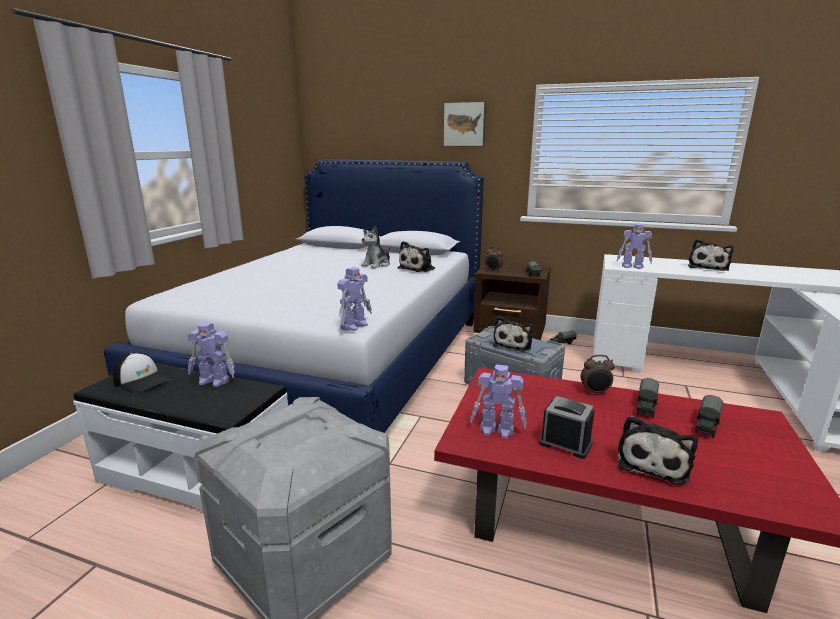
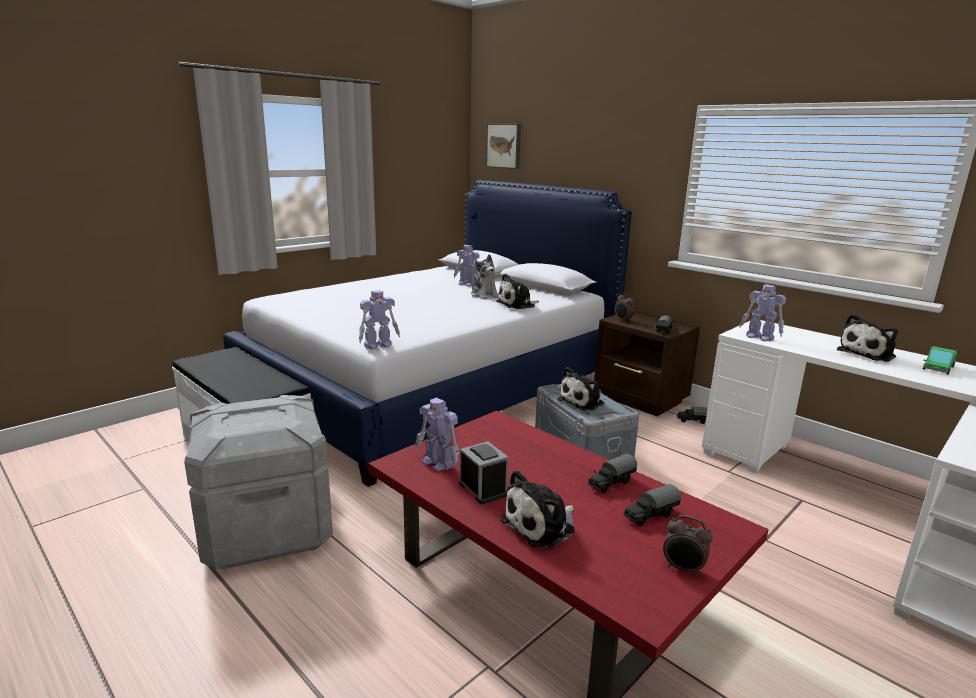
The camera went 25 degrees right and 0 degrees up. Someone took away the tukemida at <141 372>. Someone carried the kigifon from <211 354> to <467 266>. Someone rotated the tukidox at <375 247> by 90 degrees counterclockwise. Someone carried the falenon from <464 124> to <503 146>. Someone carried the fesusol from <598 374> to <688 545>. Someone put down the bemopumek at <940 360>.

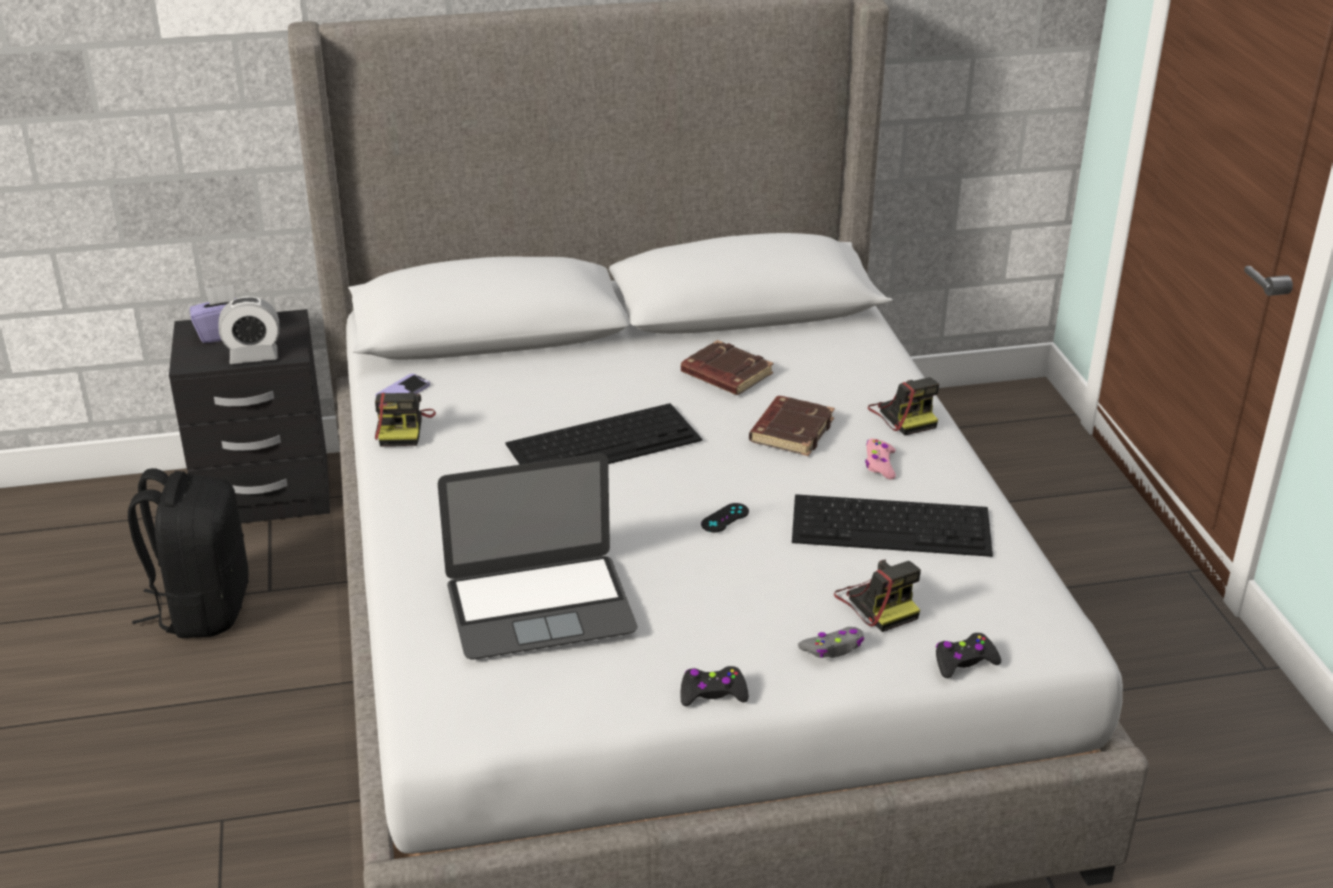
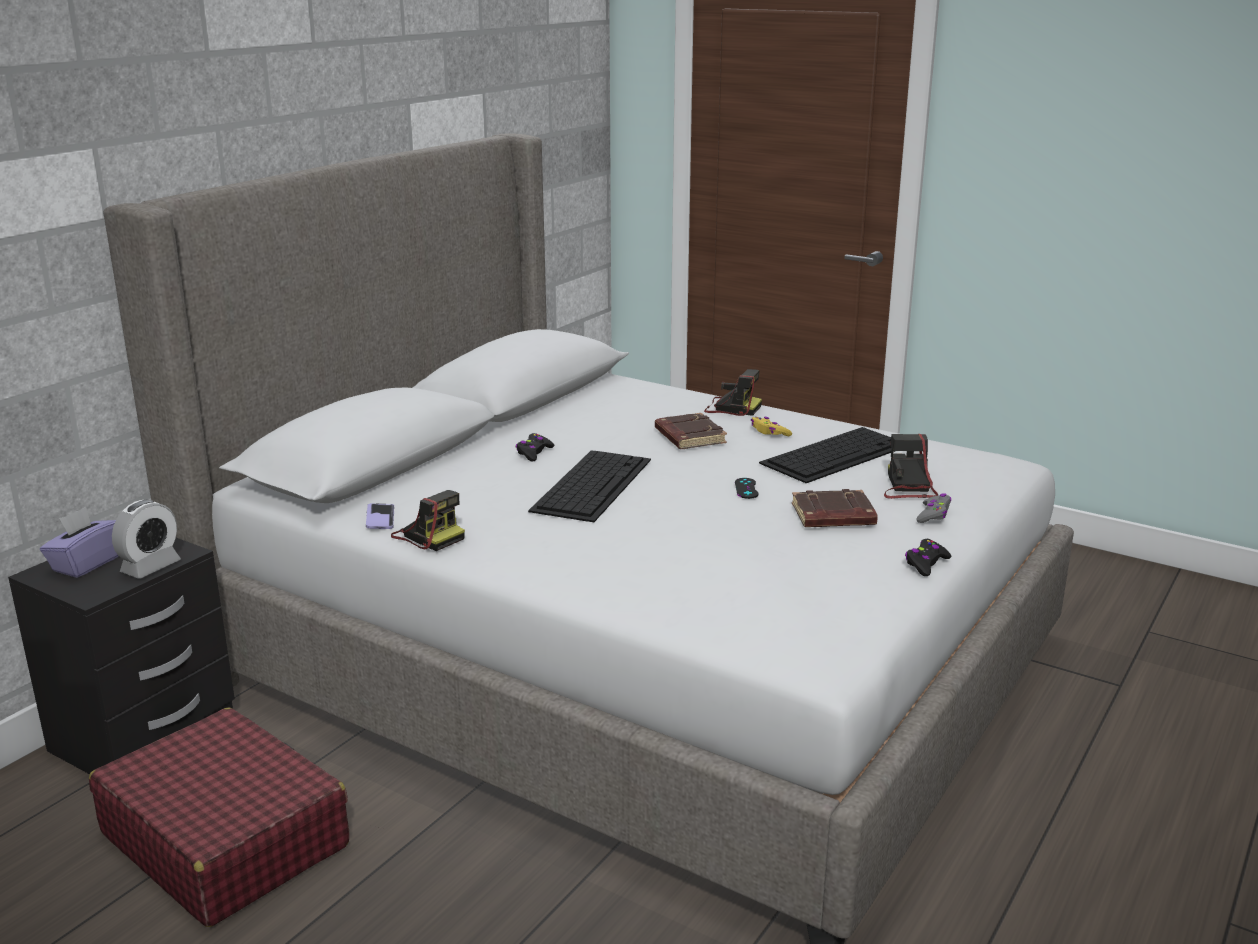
The camera went 45 degrees left and 10 degrees down. Someone swapped the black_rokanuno at <188 553> for the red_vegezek at <219 817>. Someone took away the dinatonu at <537 556>. Someone carried the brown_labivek from <727 367> to <835 508>. Someone rotated the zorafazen at <877 596> by 105 degrees counterclockwise. Someone repainted the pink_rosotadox at <880 458>, which became the yellow_rosotadox at <771 426>. Someone carried the black_rosotadox from <968 655> to <535 447>.

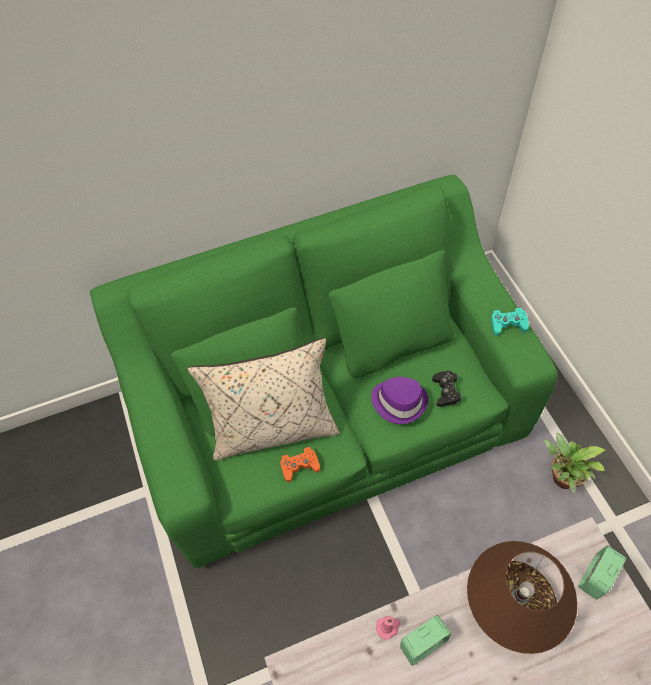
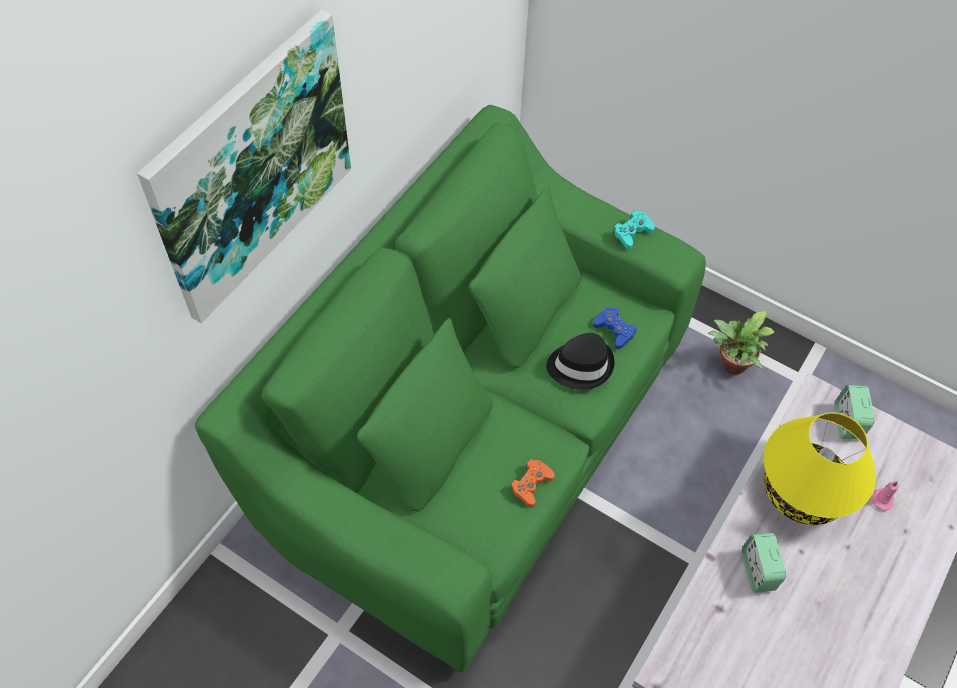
The camera went 40 degrees left and 0 degrees up. Someone took away the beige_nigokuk at <264 399>. Someone repainted the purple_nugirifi at <399 400>, which became the black_nugirifi at <580 361>. Someone carried the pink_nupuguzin from <388 628> to <885 496>. Someone rotated the fesusol at <425 640> by 150 degrees clockwise. Someone repainted the black_rosotadox at <447 389>, which became the blue_rosotadox at <615 328>. Someone repainted the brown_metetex at <522 597>, which became the yellow_metetex at <820 468>. Someone put up the falenon at <244 166>.

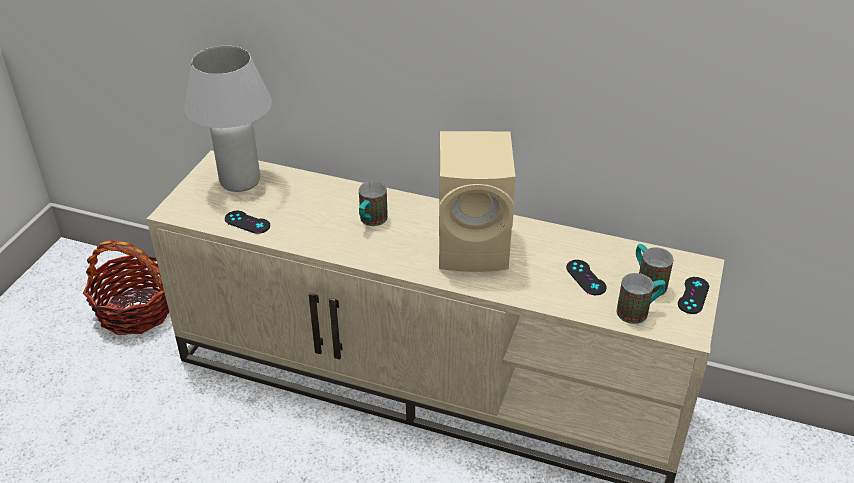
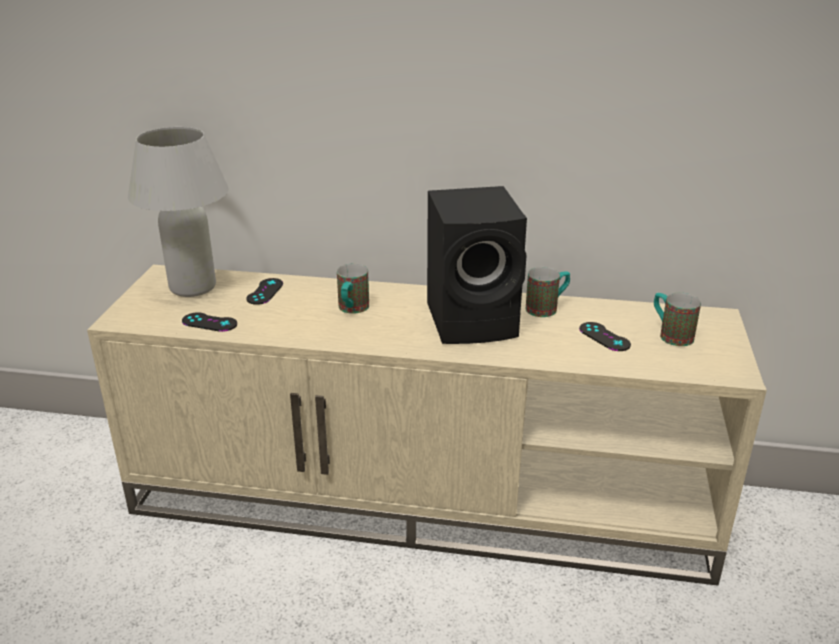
The camera went 10 degrees left and 10 degrees down. Someone took away the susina at <126 287>. Someone repainted the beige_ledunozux at <477 201>, which became the black_ledunozux at <477 265>. Someone carried the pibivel from <641 298> to <548 292>. Someone carried the black_rosotadox from <693 295> to <264 291>.

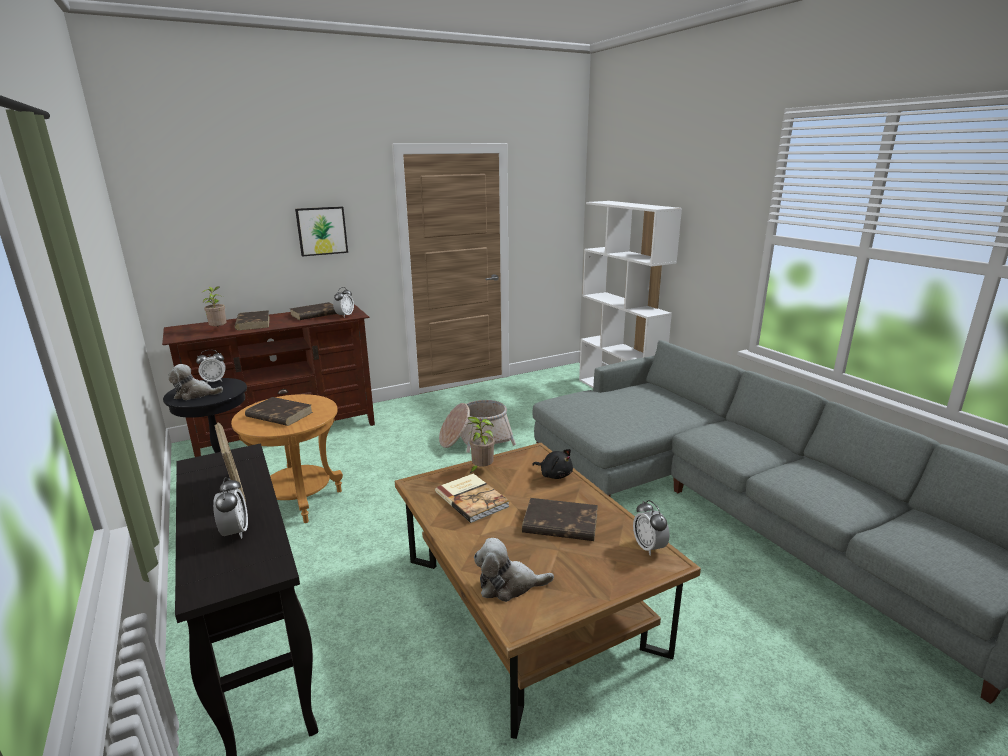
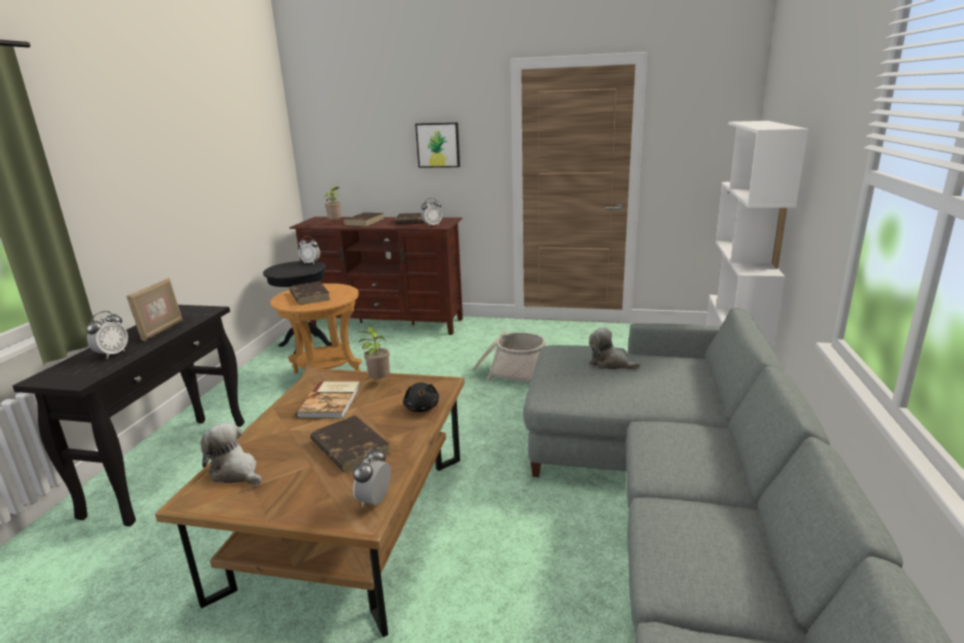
The camera went 40 degrees right and 0 degrees up. Someone carried the tukidox from <196 382> to <615 349>.

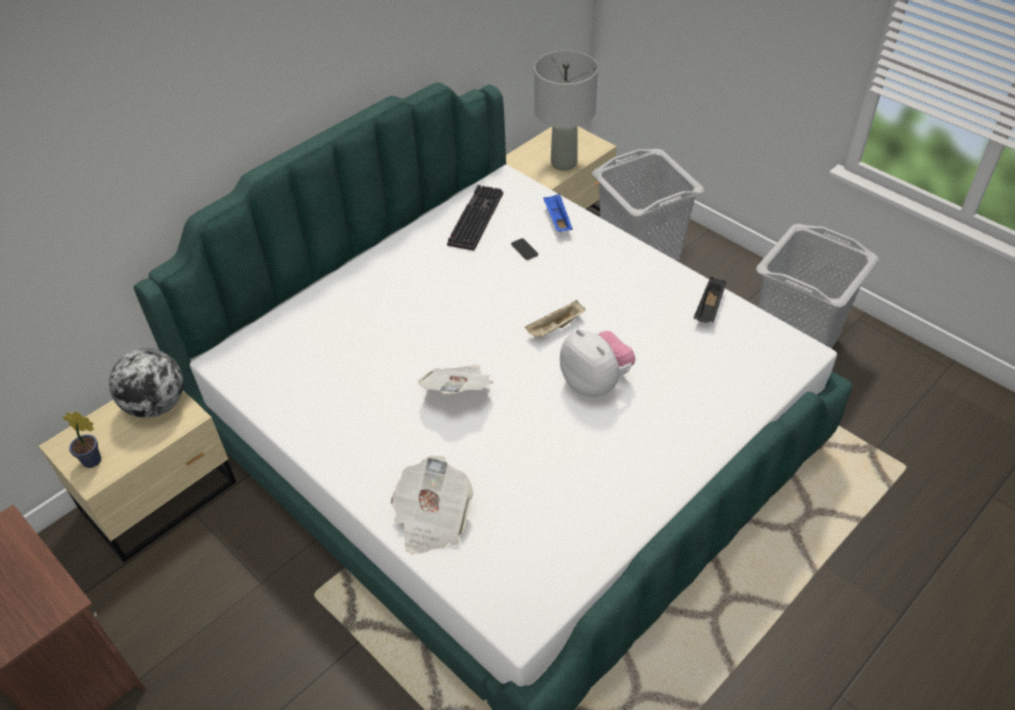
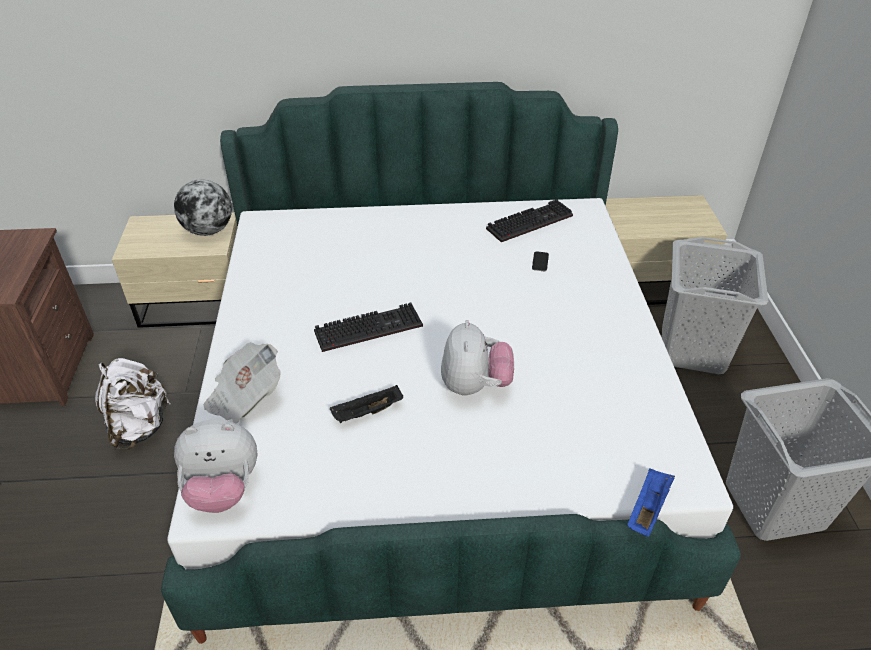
The camera went 40 degrees right and 5 degrees down. Someone took away the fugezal at <82 440>. Someone swapped the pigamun at <455 379> for the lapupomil at <368 327>. Someone took away the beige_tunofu at <555 319>. Someone took away the grey_metetex at <566 111>. Someone carried the blue_tunofu from <558 212> to <651 503>. Someone carried the black_tunofu from <710 300> to <366 404>. Someone put down the white_rokanuno at <133 403>. Someone put down the tukidox at <215 466>.

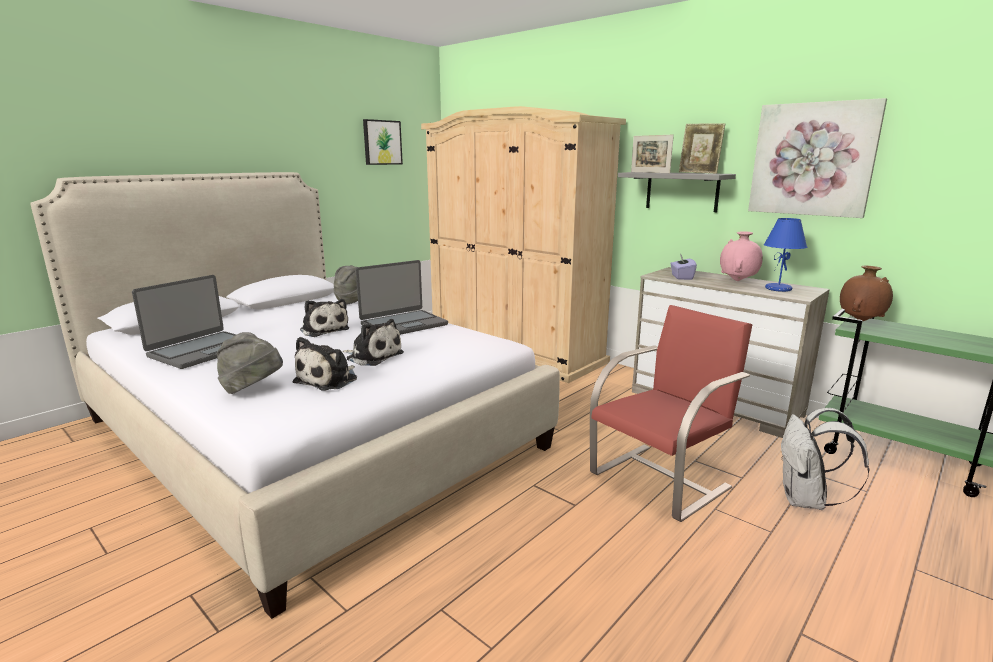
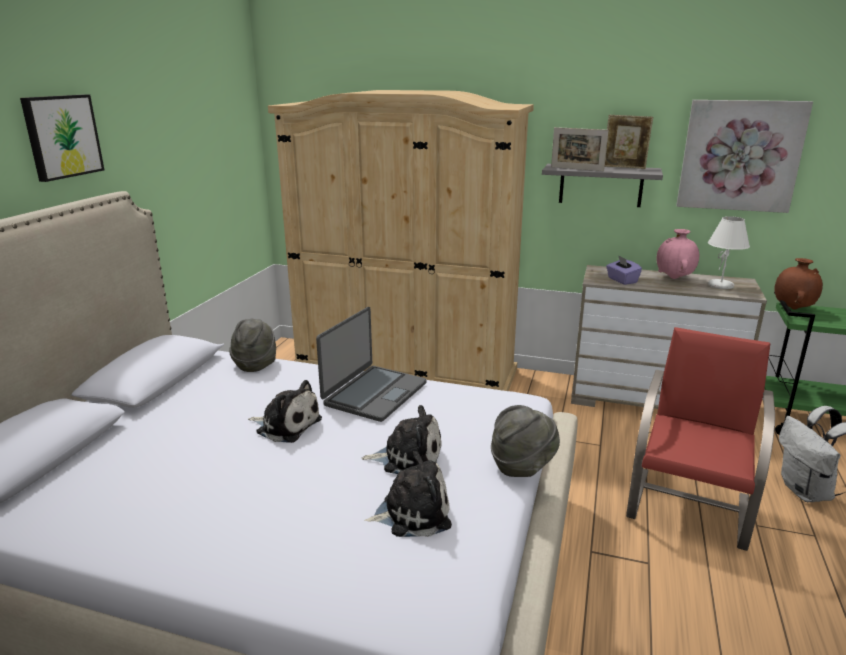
The camera went 25 degrees left and 5 degrees up. Someone took away the dinatonu at <184 322>. Someone carried the grey_nugirifi from <250 363> to <525 441>. Someone rotated the tukidox at <325 364> by 105 degrees counterclockwise. Someone carried the falenon from <383 142> to <62 138>. Someone repainted the blue_metetex at <785 255>, which became the white_metetex at <729 252>.

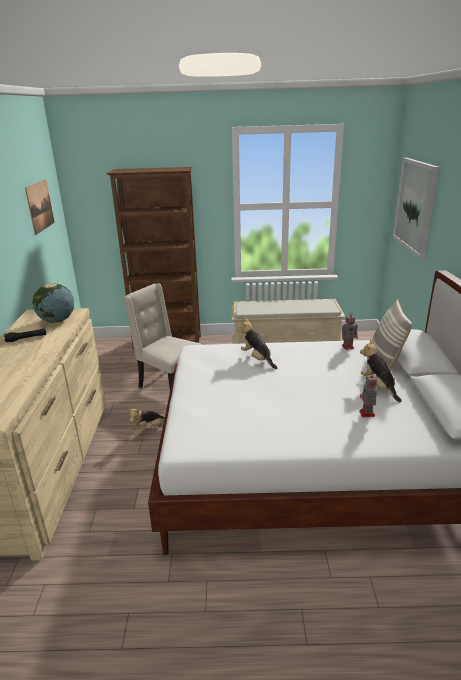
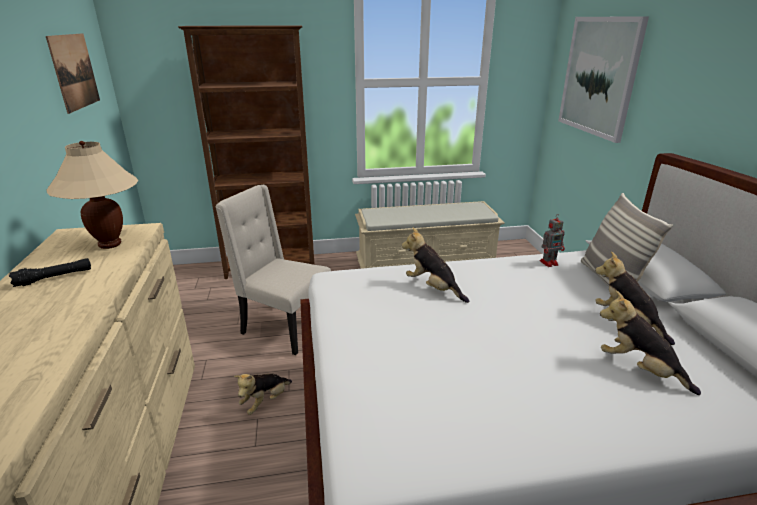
The camera went 10 degrees left and 0 degrees up. Someone swapped the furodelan at <53 303> for the beige_metetex at <92 195>. Someone swapped the kigifon at <368 395> for the tukidox at <650 343>.

